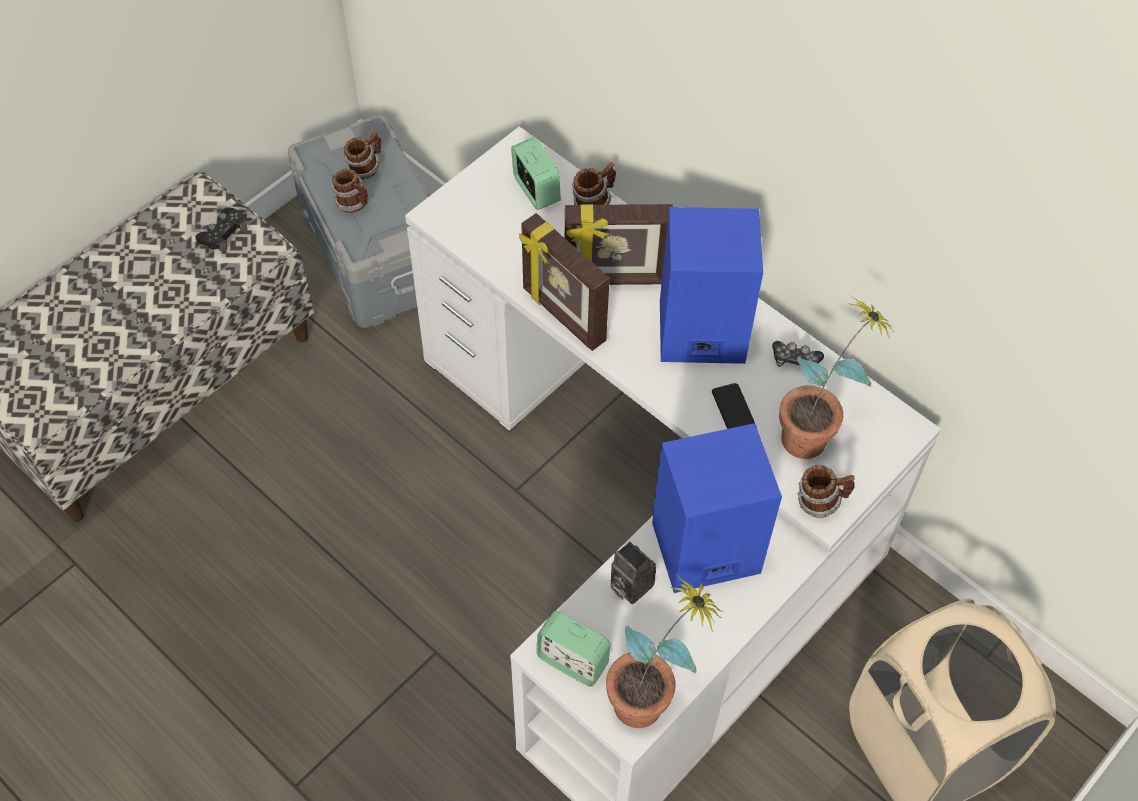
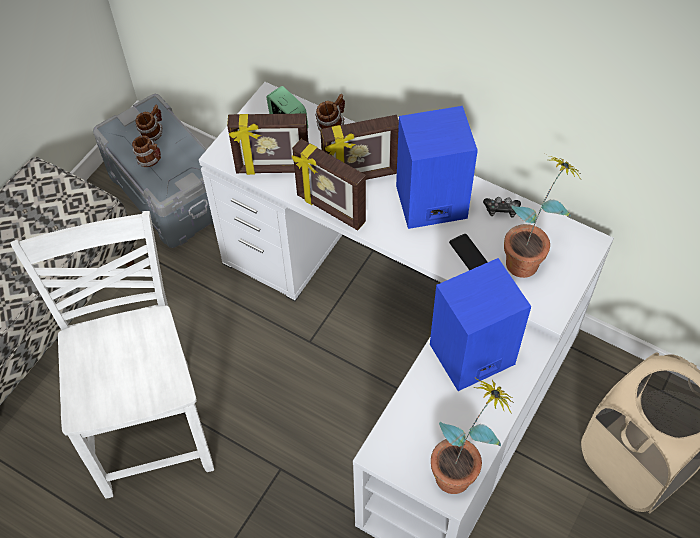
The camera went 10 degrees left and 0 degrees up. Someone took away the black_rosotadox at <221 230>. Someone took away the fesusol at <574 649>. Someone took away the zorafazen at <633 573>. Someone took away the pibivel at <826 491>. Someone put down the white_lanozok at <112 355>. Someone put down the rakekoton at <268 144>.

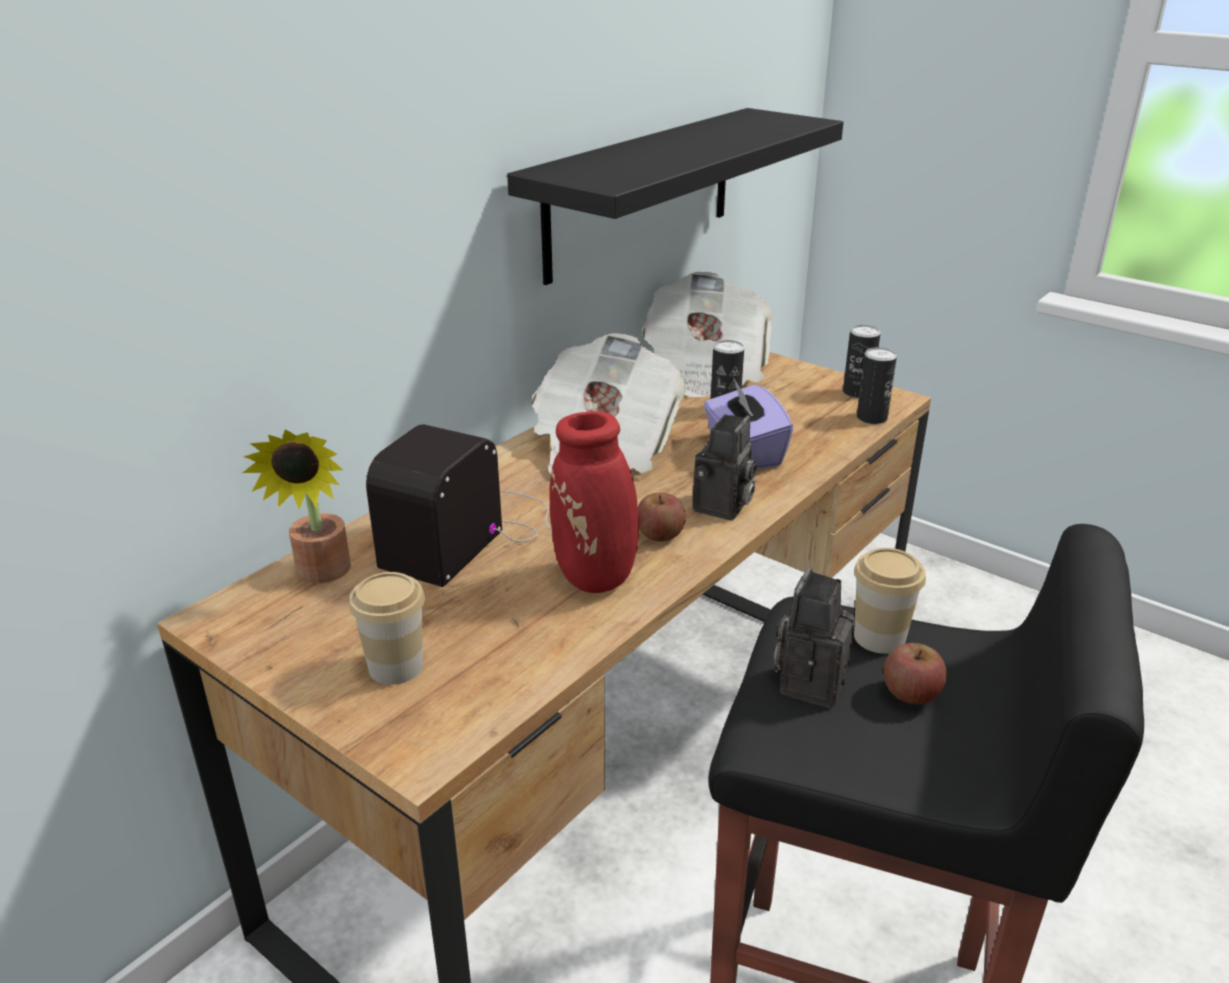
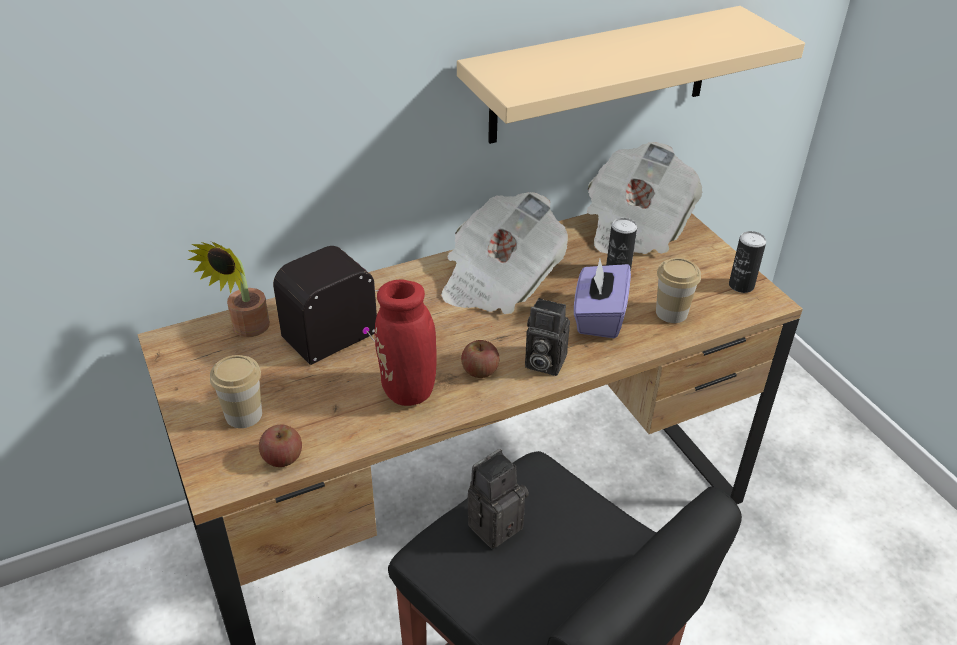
The camera went 25 degrees right and 10 degrees up. Someone repainted the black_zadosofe at <675 196>, which became the beige_zadosofe at <631 75>. Someone rotated the zorafazen at <724 467> by 60 degrees clockwise. Someone carried the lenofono from <890 601> to <678 290>. Someone took away the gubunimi at <877 385>. Someone carried the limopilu from <915 673> to <280 446>.

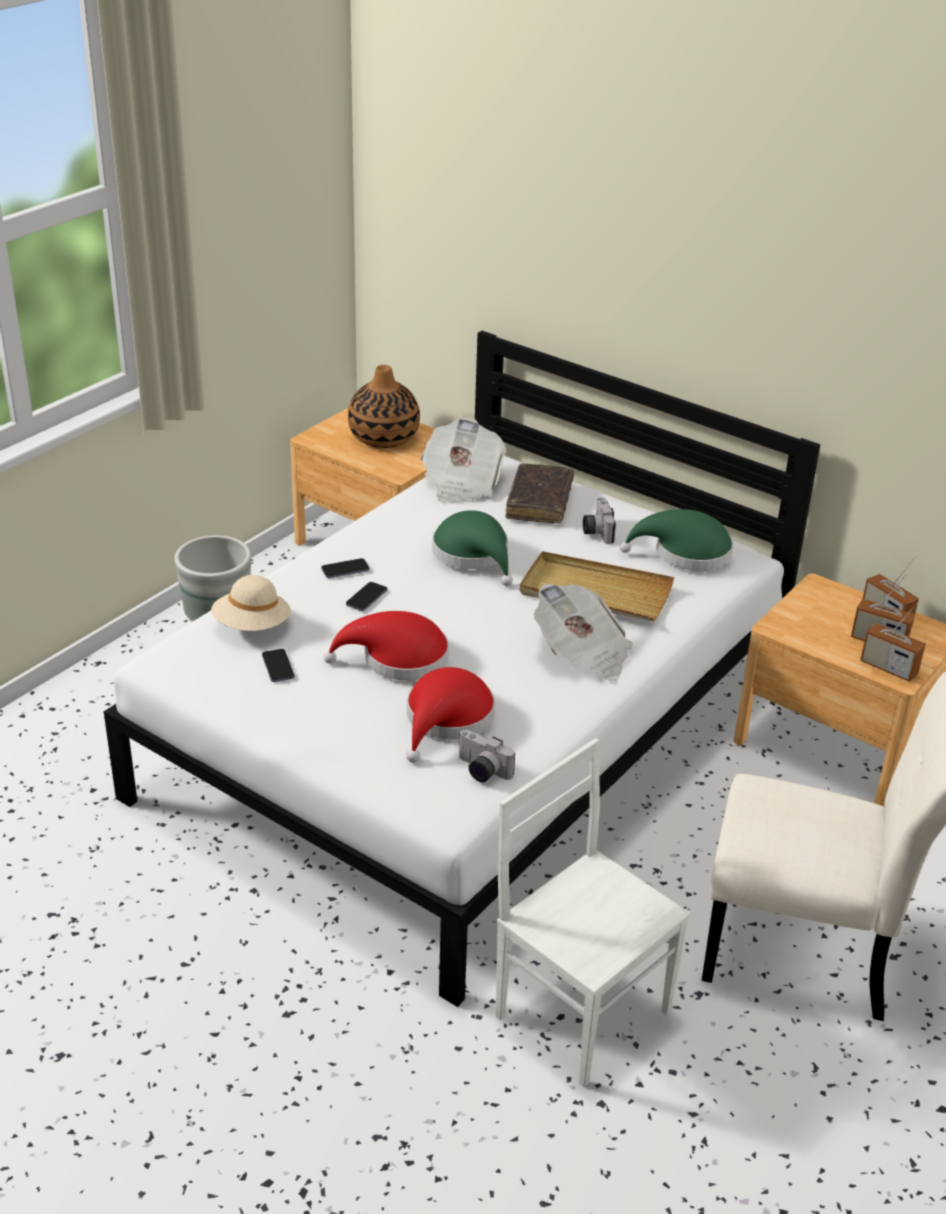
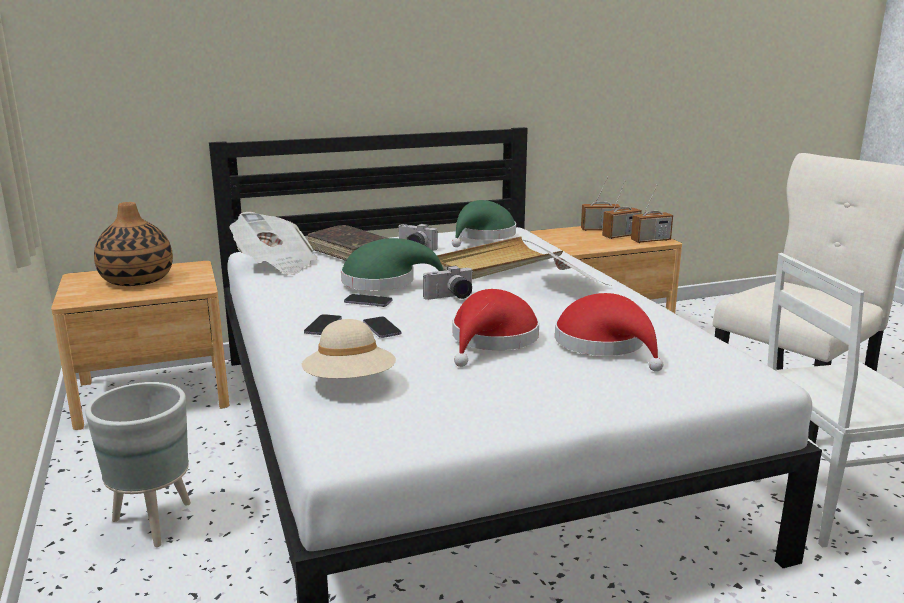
The camera went 55 degrees left and 15 degrees down. Someone carried the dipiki from <278 665> to <368 300>. Someone carried the zorafazen from <486 755> to <448 283>.

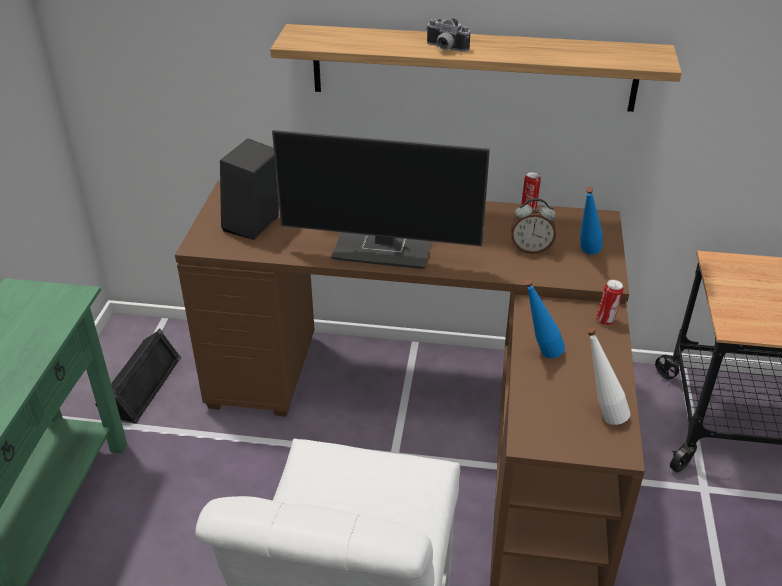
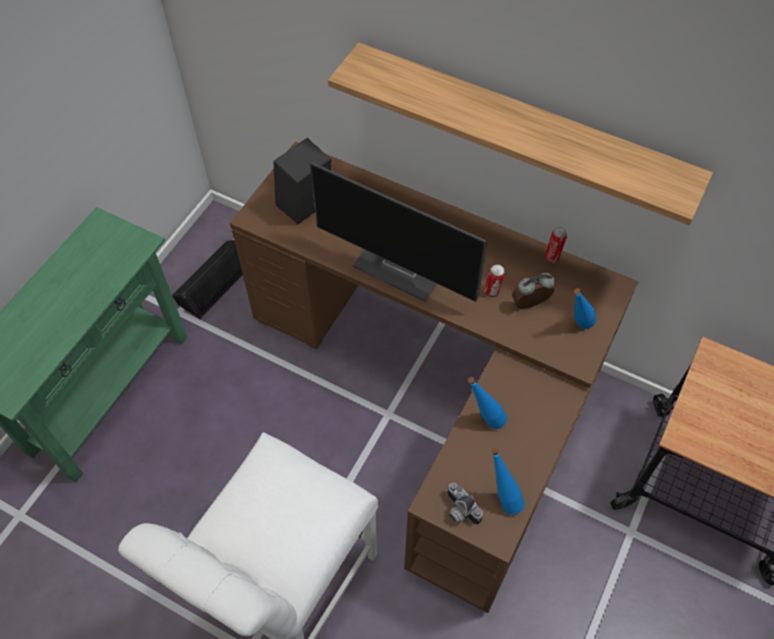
The camera went 20 degrees right and 20 degrees up. Someone carried the zorafazen from <448 35> to <465 504>. Someone rotated the fesusol at <533 226> by 135 degrees clockwise. Someone repainted the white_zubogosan at <608 376>, which became the blue_zubogosan at <508 481>. Someone carried the gubunimi from <610 302> to <494 280>.

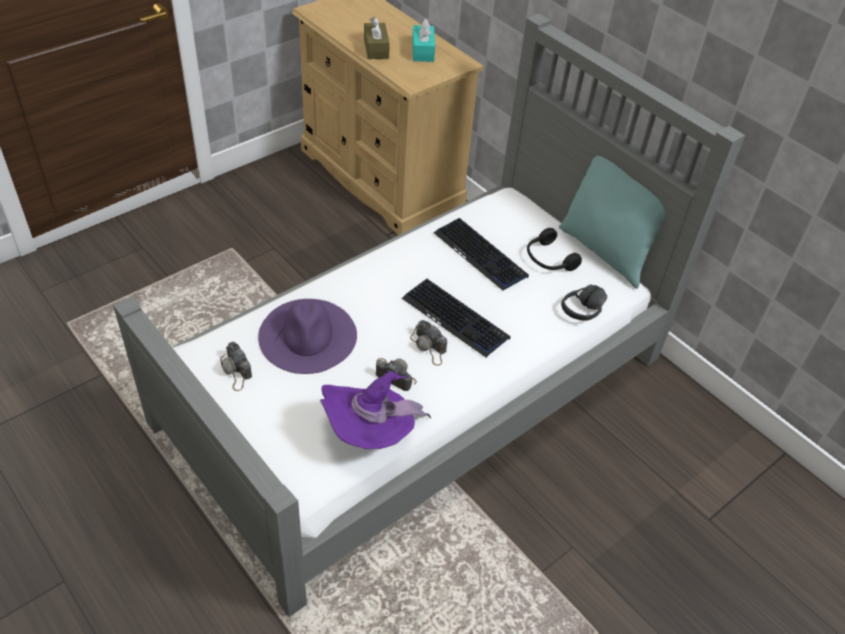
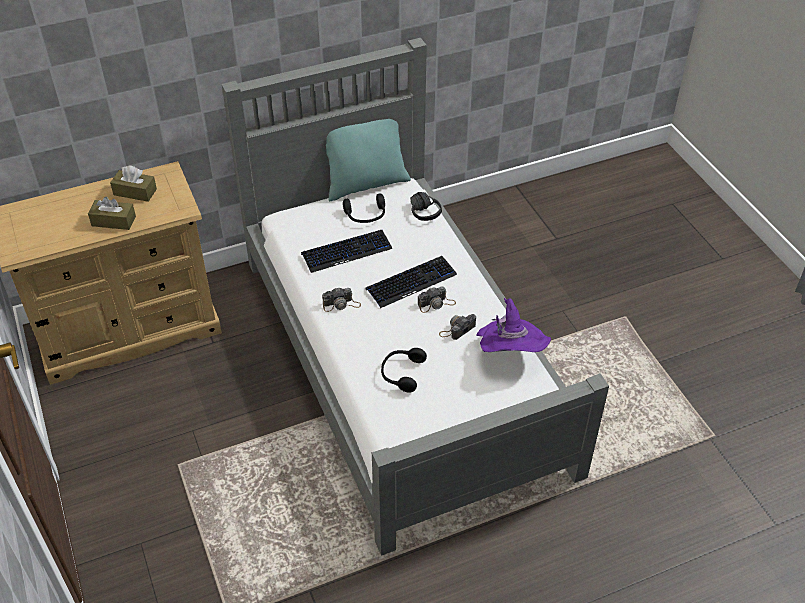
The camera went 70 degrees left and 0 degrees up. Someone carried the zorafazen from <236 366> to <341 299>. Someone swapped the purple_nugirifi at <307 336> for the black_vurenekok at <404 370>. Someone repainted the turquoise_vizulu at <423 40>, which became the brown_vizulu at <133 183>.

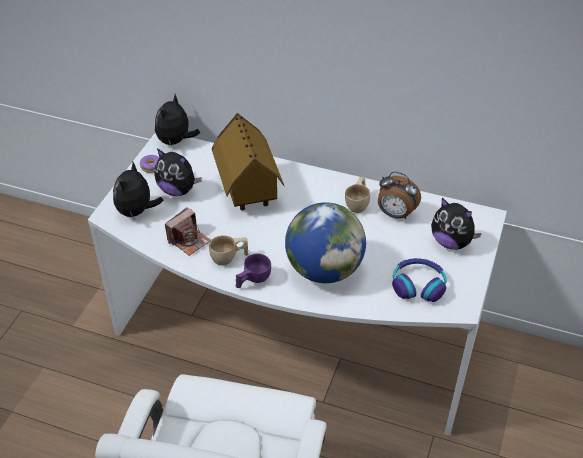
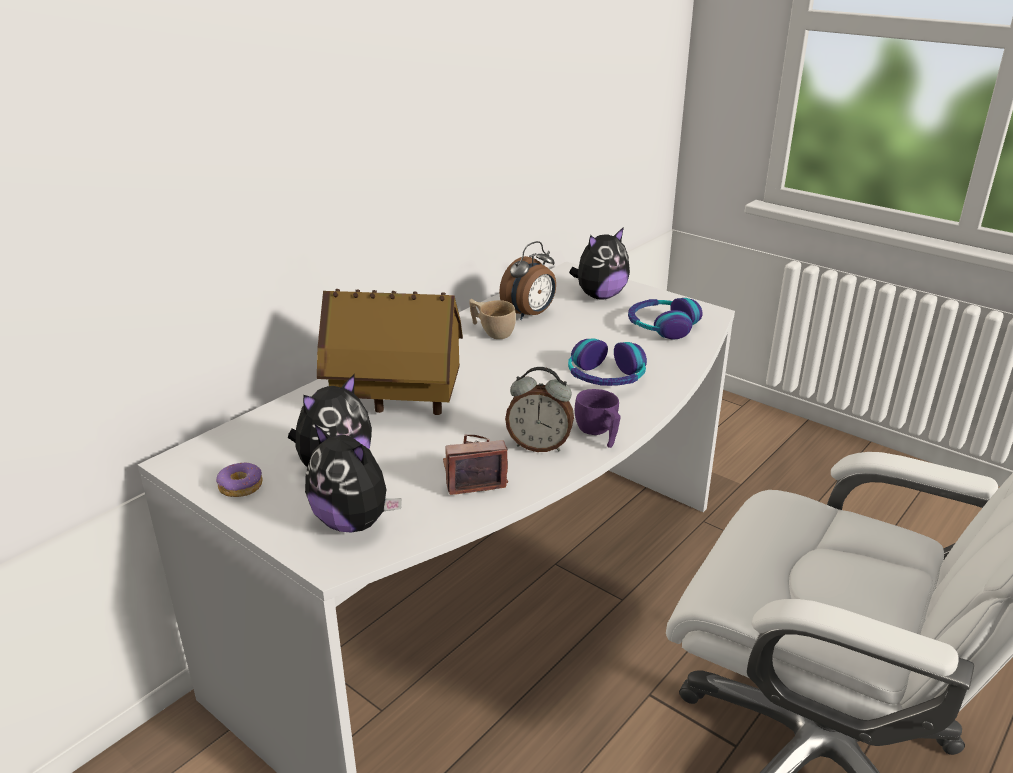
The camera went 70 degrees left and 15 degrees down. Someone took away the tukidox at <177 120>. Someone rotated the zorafazen at <188 231> by 75 degrees counterclockwise. Someone swapped the beige_lenofono at <229 250> for the fesusol at <539 409>. Someone swapped the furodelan at <325 242> for the vurenekok at <607 362>.

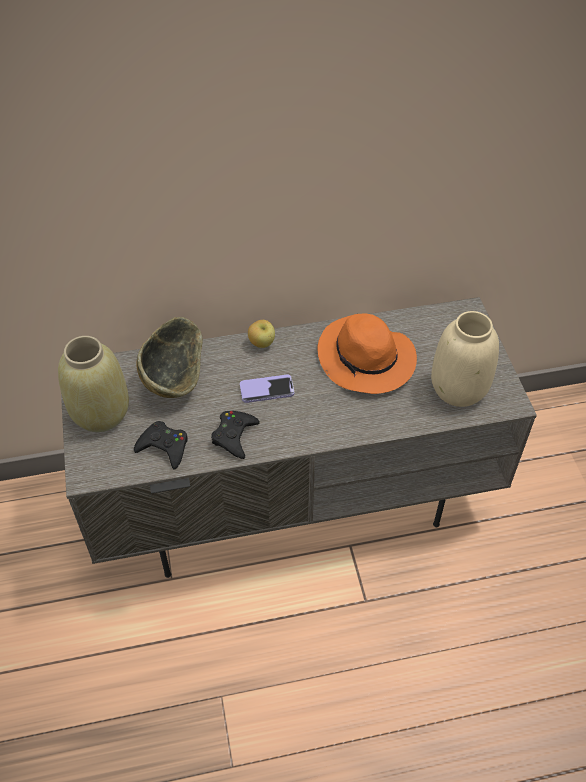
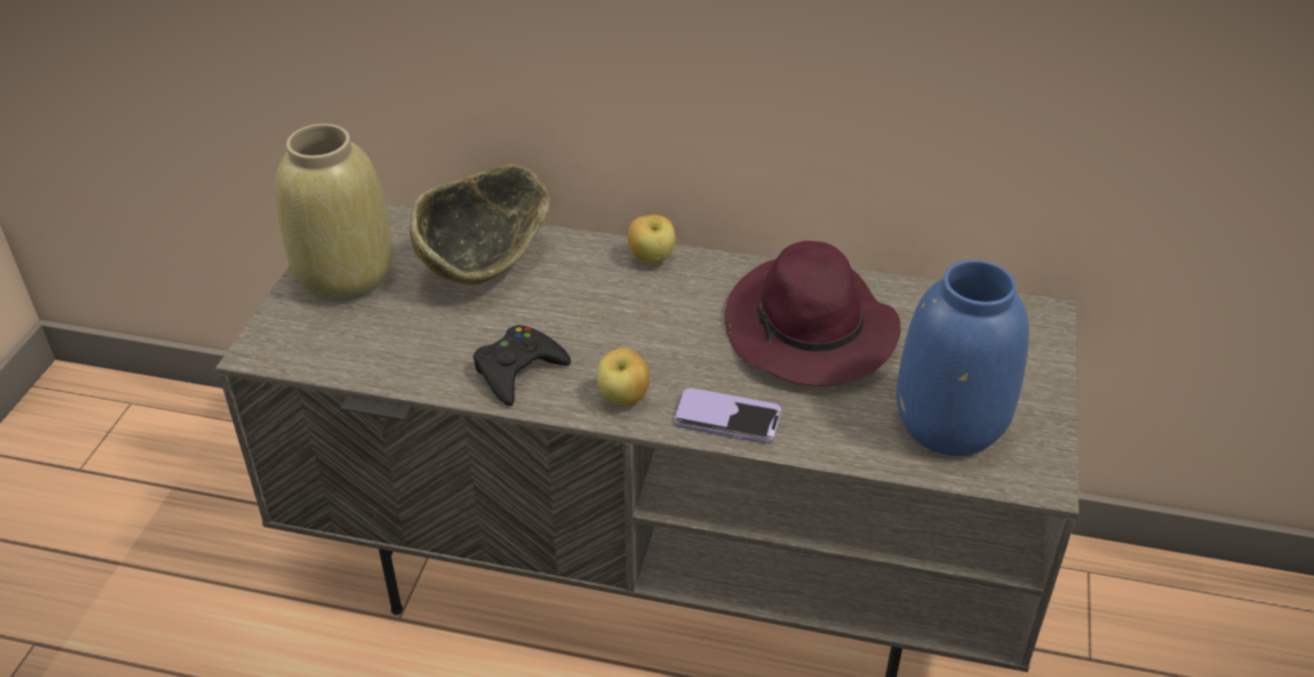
The camera went 25 degrees right and 10 degrees down. Someone took away the black_rosotadox at <161 445>. Someone carried the dipiki from <267 389> to <727 416>. Someone repainted the orange_nugirifi at <367 353>, which became the purple_nugirifi at <812 313>. Someone repainted the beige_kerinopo at <465 359>, which became the blue_kerinopo at <962 358>. Someone put down the limopilu at <623 377>.

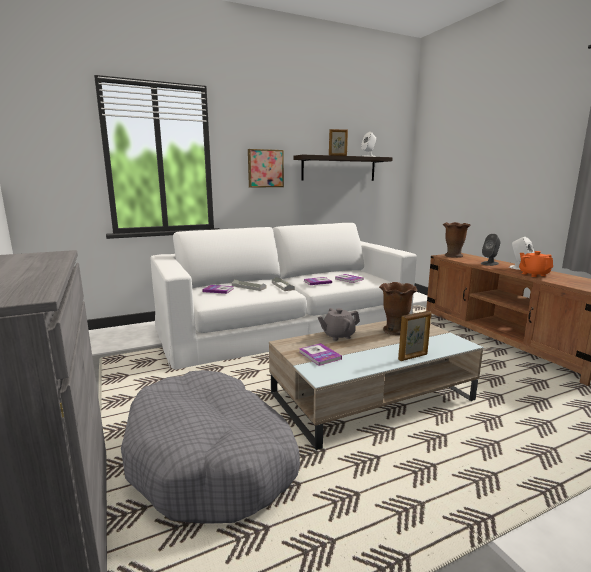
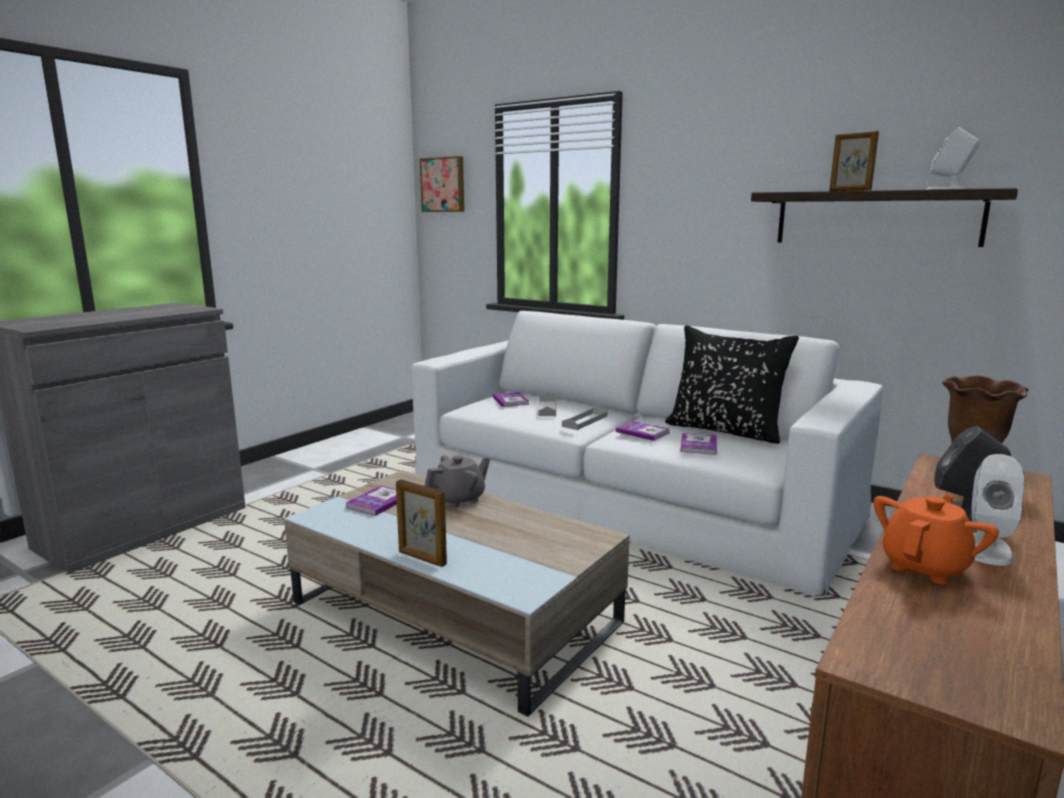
The camera went 60 degrees right and 0 degrees up. Someone took away the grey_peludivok at <210 447>. Someone carried the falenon from <266 168> to <442 184>. Someone rotated the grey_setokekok at <339 324> by 105 degrees clockwise. Someone took away the brown_kerinopo at <398 308>. Someone put down the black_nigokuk at <732 384>.

